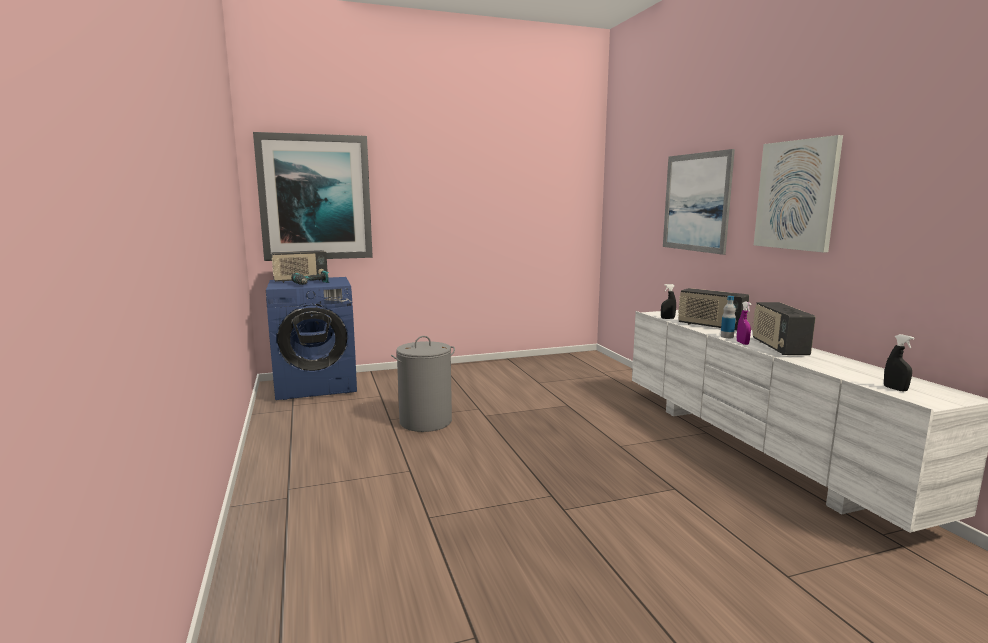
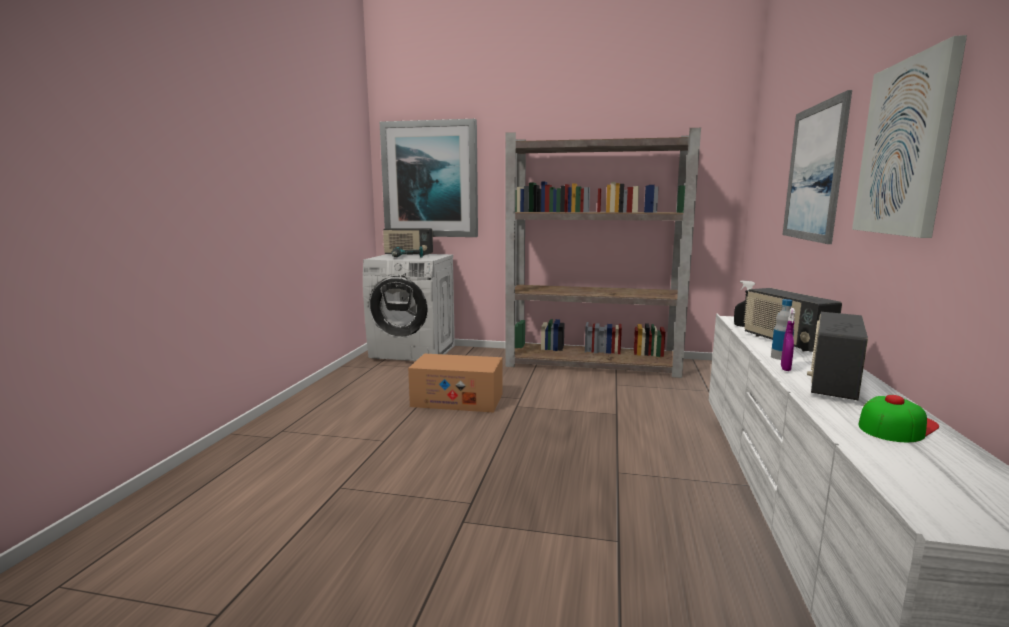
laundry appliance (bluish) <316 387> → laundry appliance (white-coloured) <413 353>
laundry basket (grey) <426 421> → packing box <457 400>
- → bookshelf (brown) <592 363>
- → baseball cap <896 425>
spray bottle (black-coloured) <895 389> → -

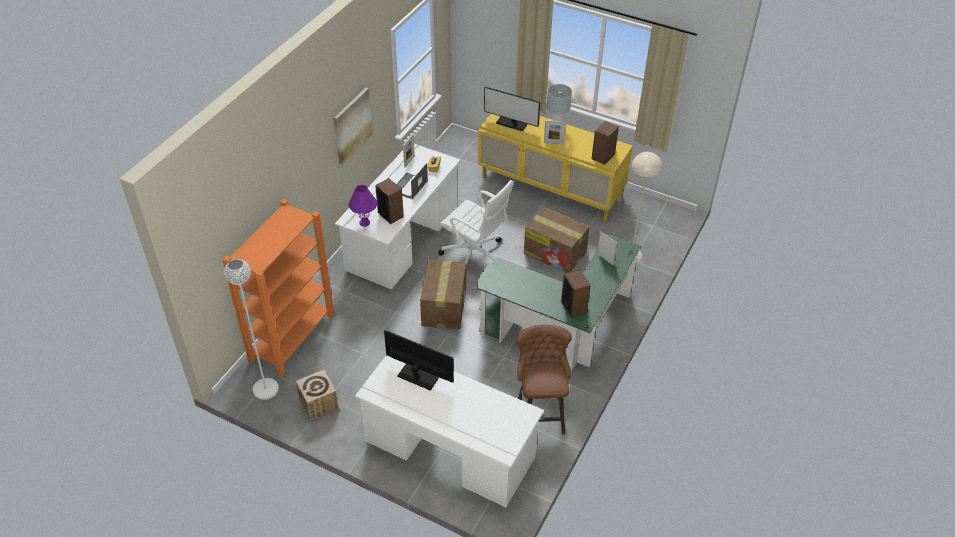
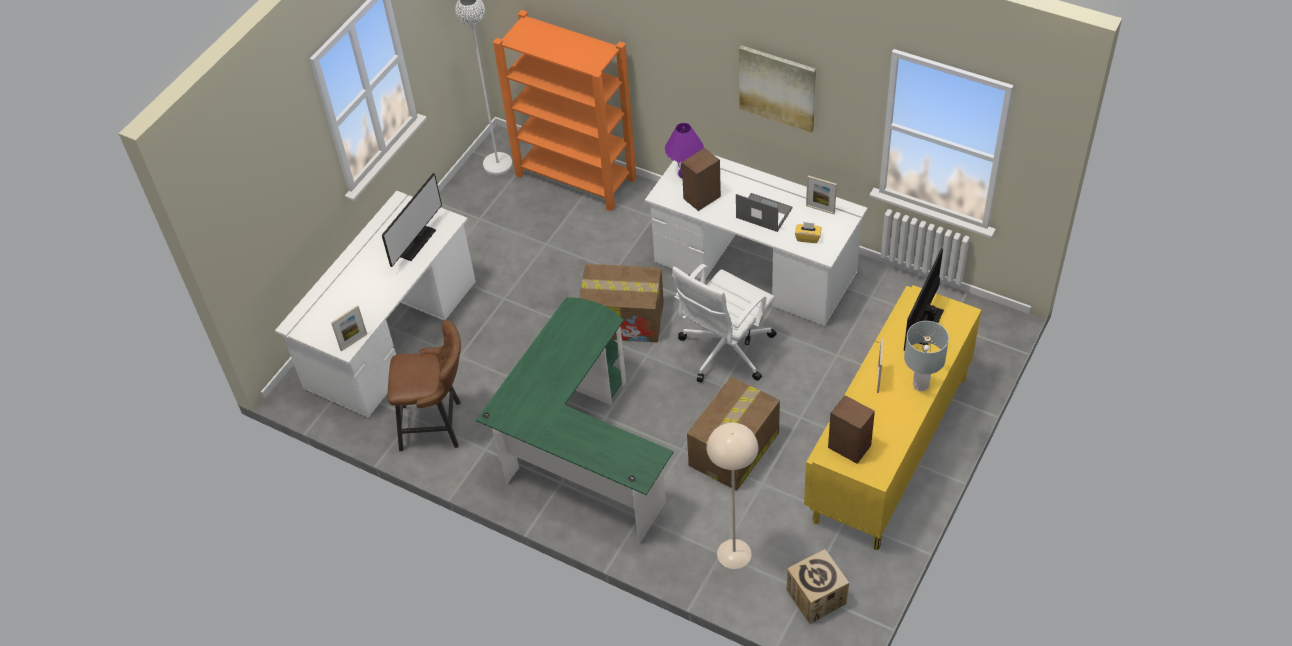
standing frame <605 259> → standing frame <353 342>, shifted
packing box <319 404> → packing box <816 597>, shifted
audio speaker <573 307> → -

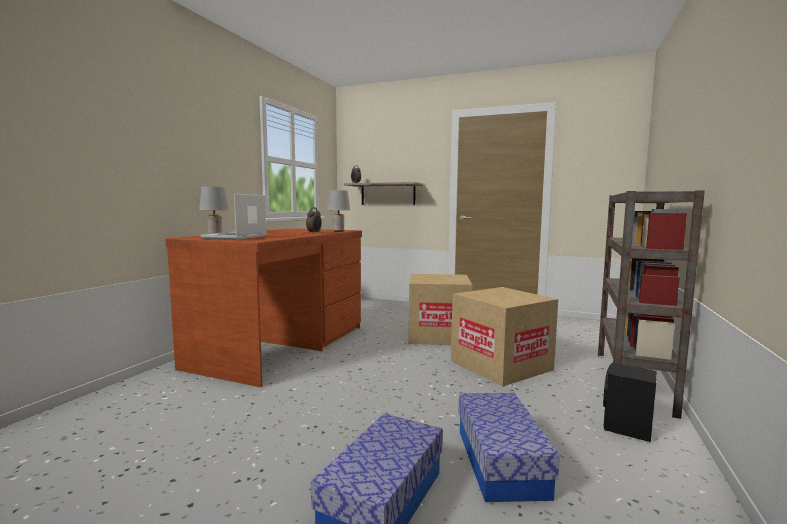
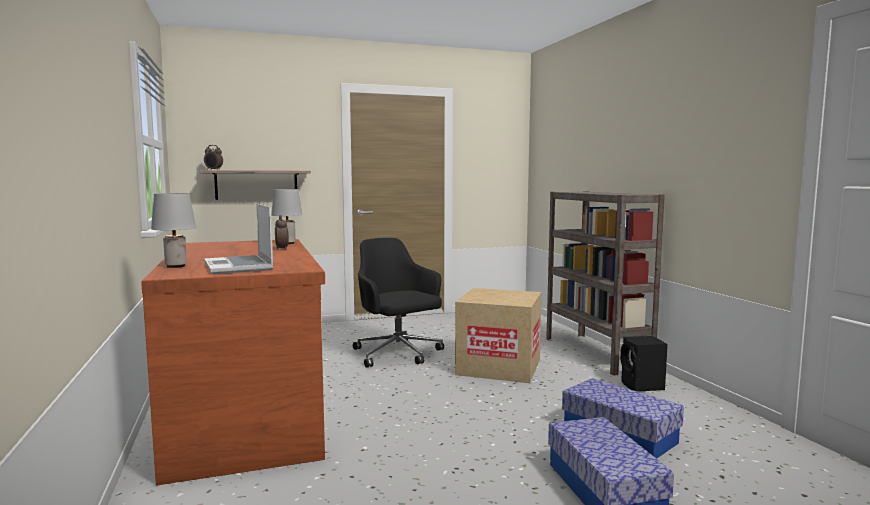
packing box <438 335> → desk chair (black-coloured) <398 354>

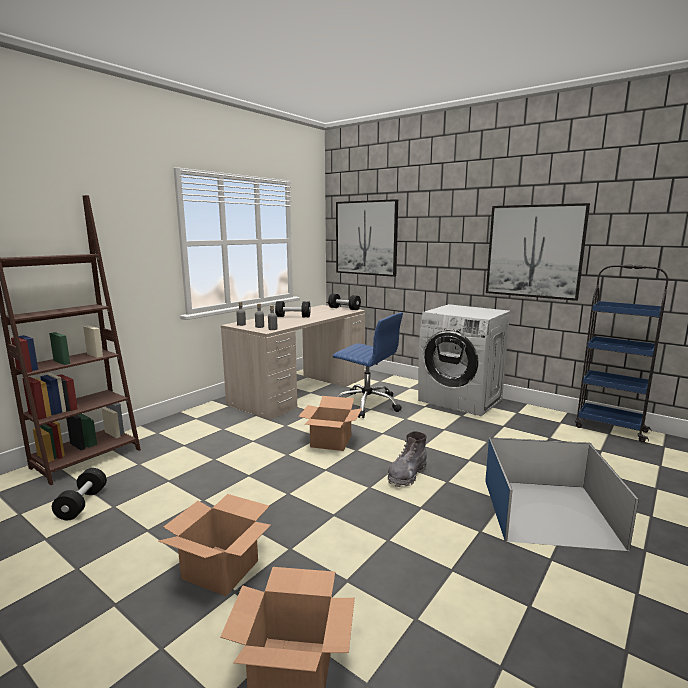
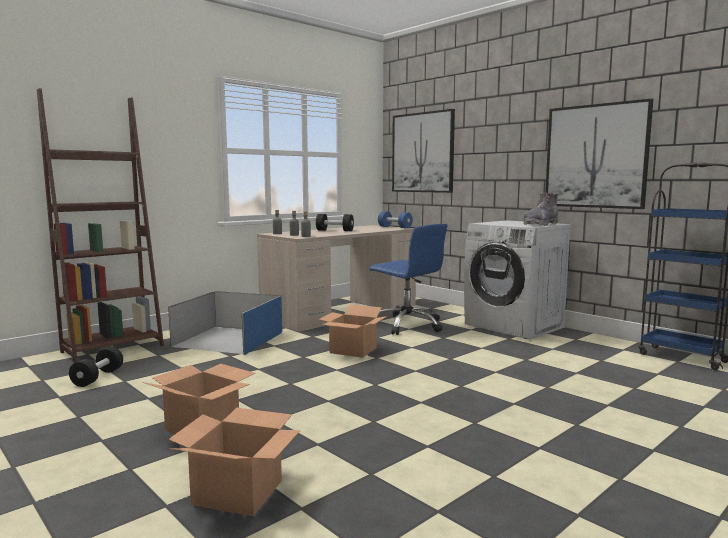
storage bin (bluish) <546 511> → storage bin (bluish) <227 339>, shifted
hand weight (black-coloured) <344 308> → hand weight (bluish) <395 227>
tall boot (grey) <407 475> → tall boot (grey) <540 225>, shifted

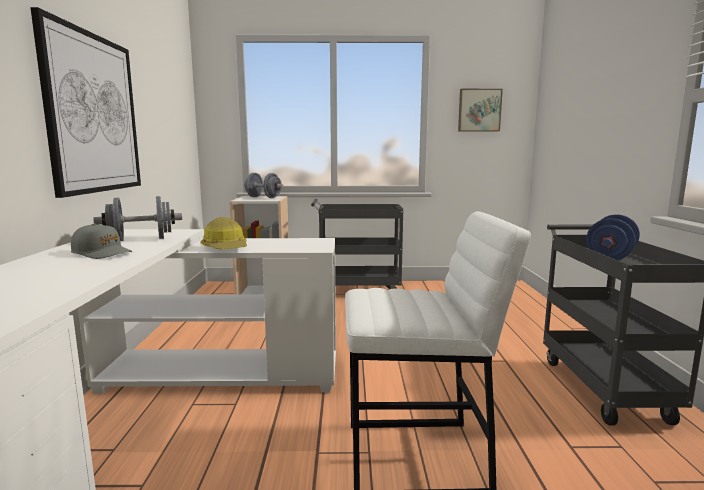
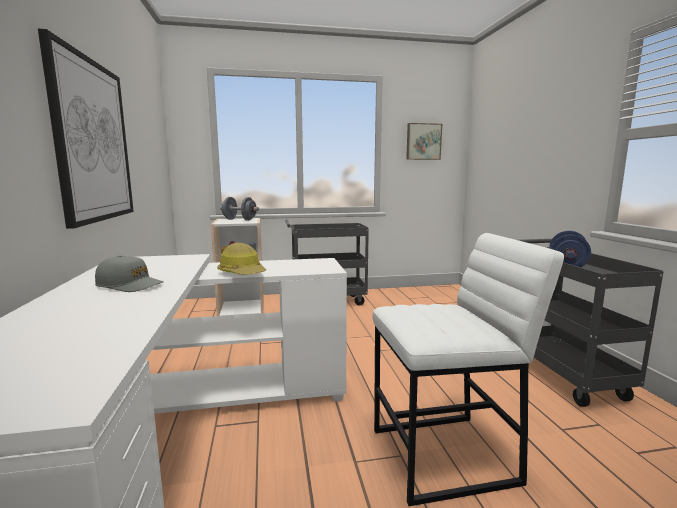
hand weight (grey) <141 239> → -

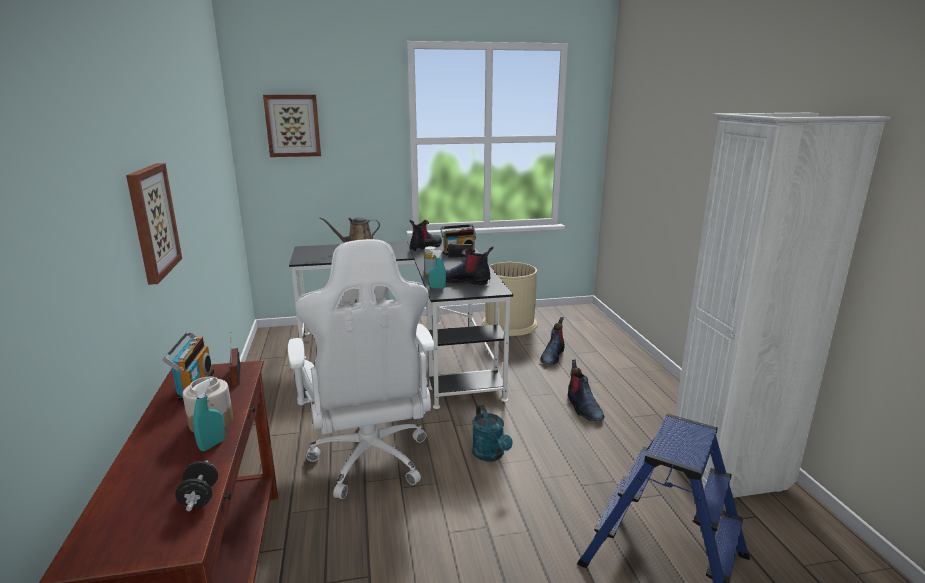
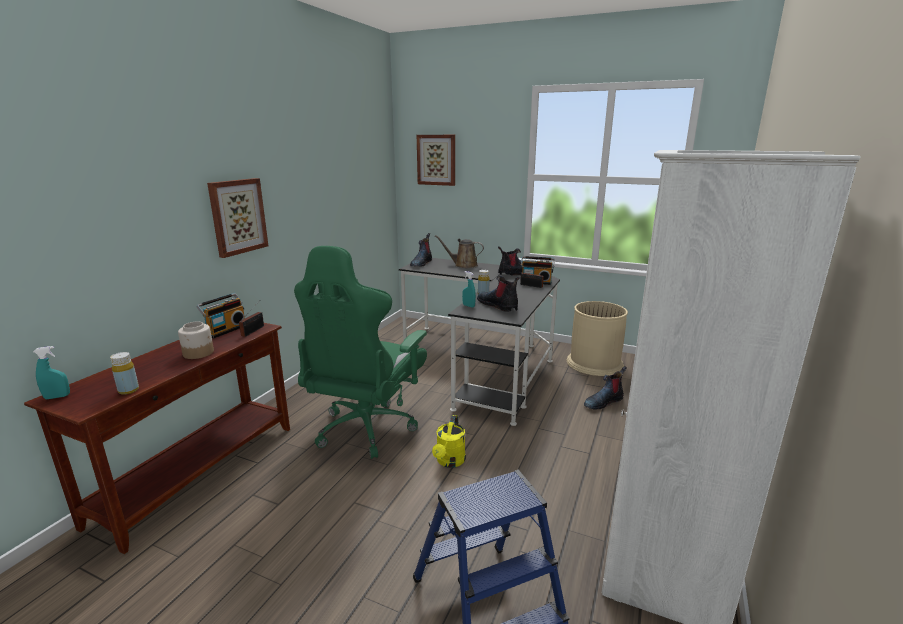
spray bottle (blue-green) <212 445> → spray bottle (blue-green) <57 397>, shifted
hand weight (black-coloured) <200 498> → beverage bottle (yellowish) <128 390>
desk chair (white-coloured) <368 455> → desk chair (greenish) <368 426>
tall boot <583 407> → tall boot <421 263>, shifted
sprinkling can (blue-green) <490 455> → sprinkling can (yellowish) <449 462>

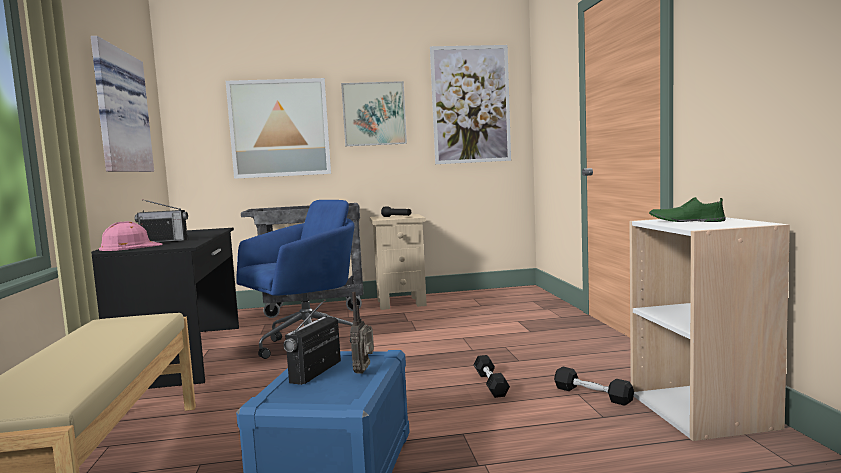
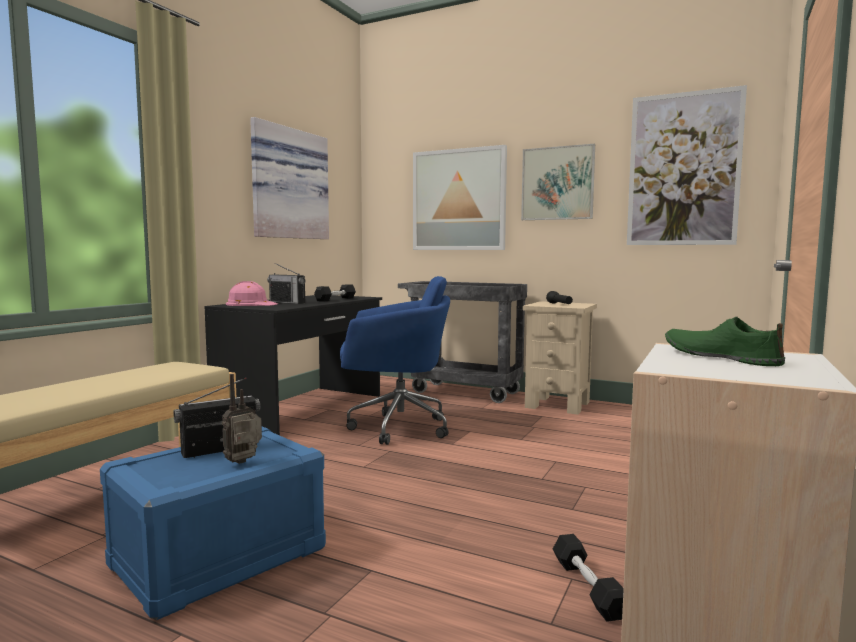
hand weight (black-coloured) <490 384> → hand weight (black-coloured) <335 299>, shifted

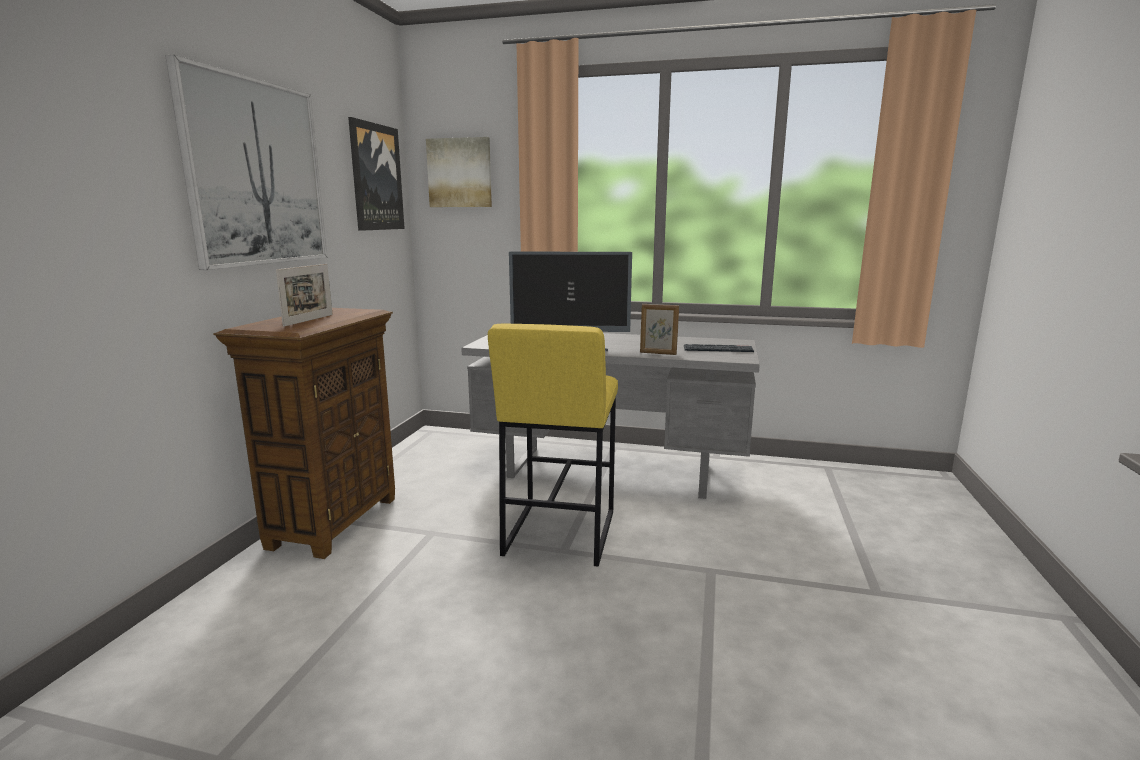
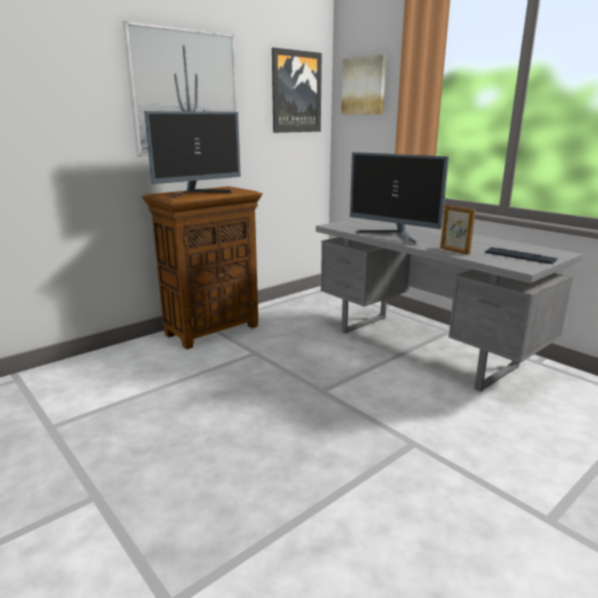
standing frame <309 320> → computer display <197 193>
stool seat (yellowish) <559 534> → -

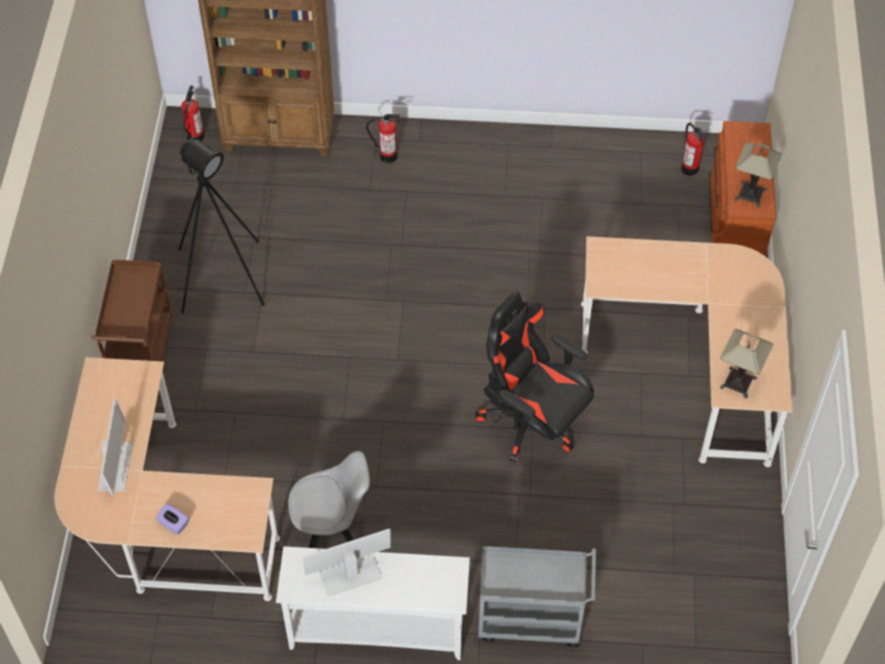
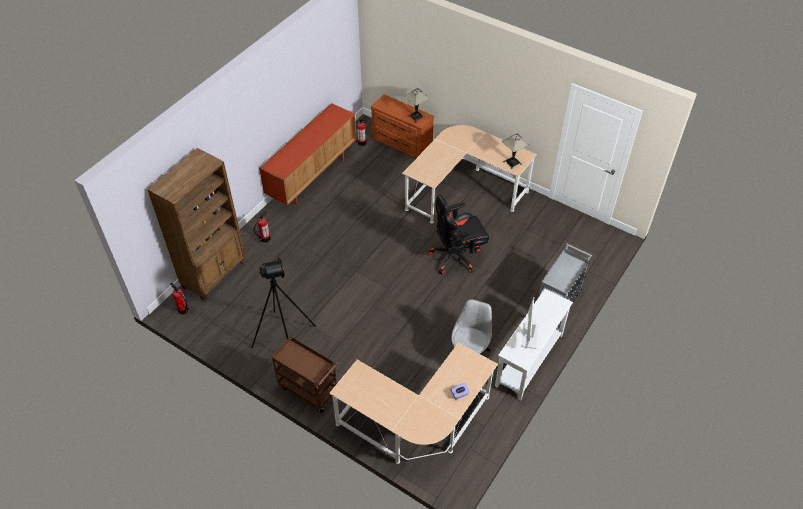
- → cabinet <313 178>
computer display <115 467> → -

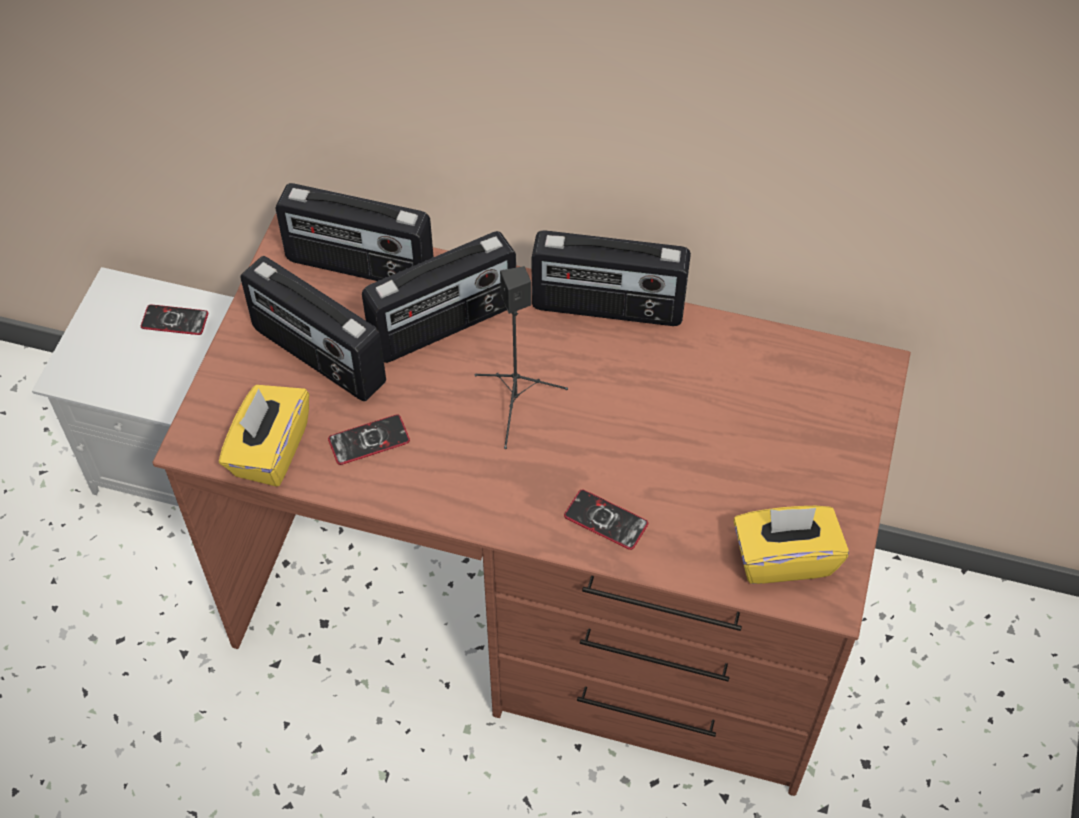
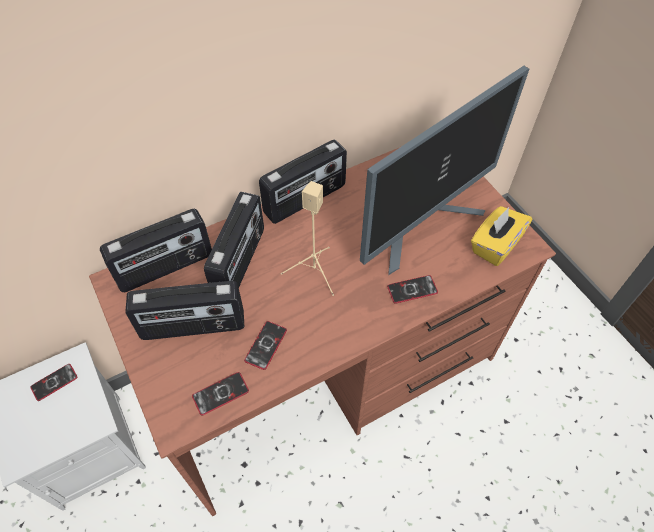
tissue holder (yellowish) <269 451> → phone <220 394>
audio speaker (black-coloured) <516 404> → audio speaker (sand-coloured) <315 272>
- → computer display <422 224>

